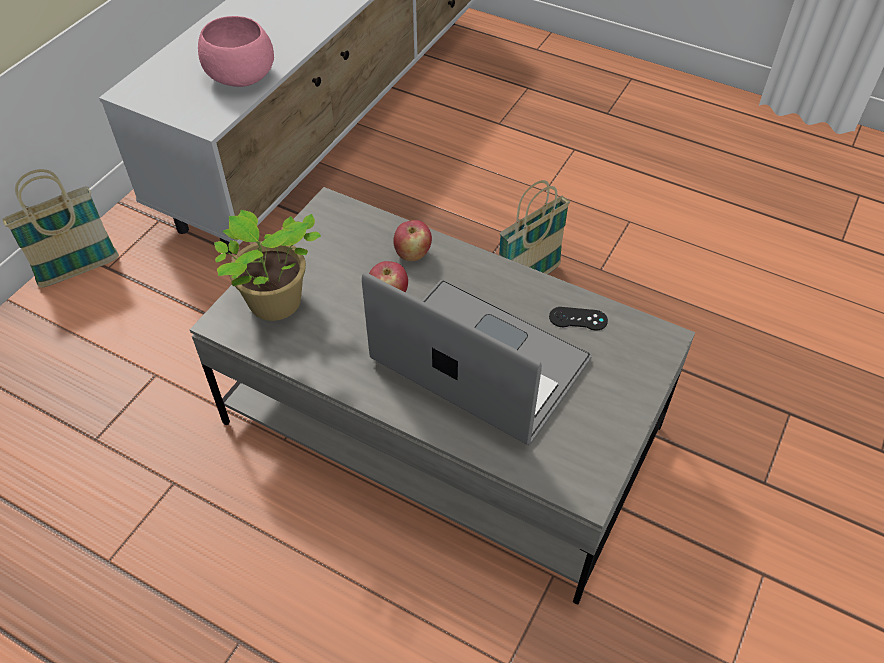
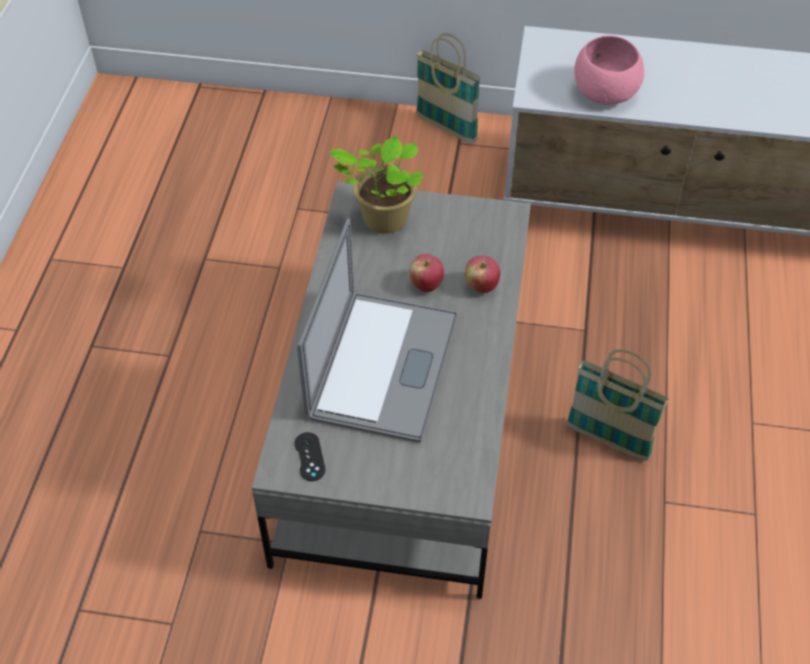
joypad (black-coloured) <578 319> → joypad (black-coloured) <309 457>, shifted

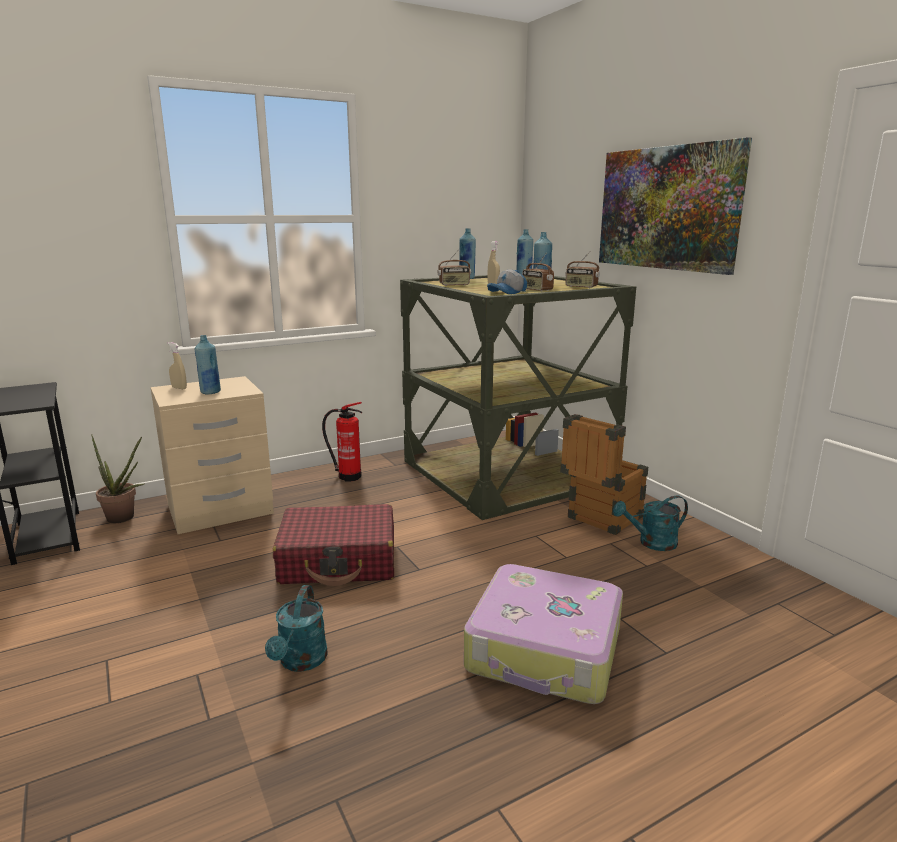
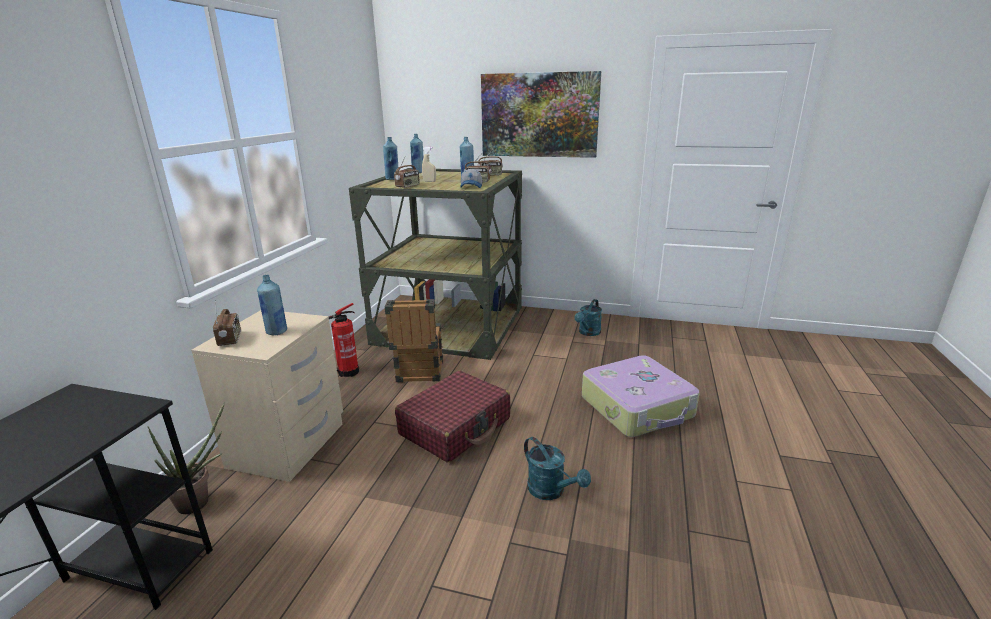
spray bottle (sand-coloured) <179 388> → radio receiver <230 339>
shipping crate <599 520> → shipping crate <418 375>, shifted

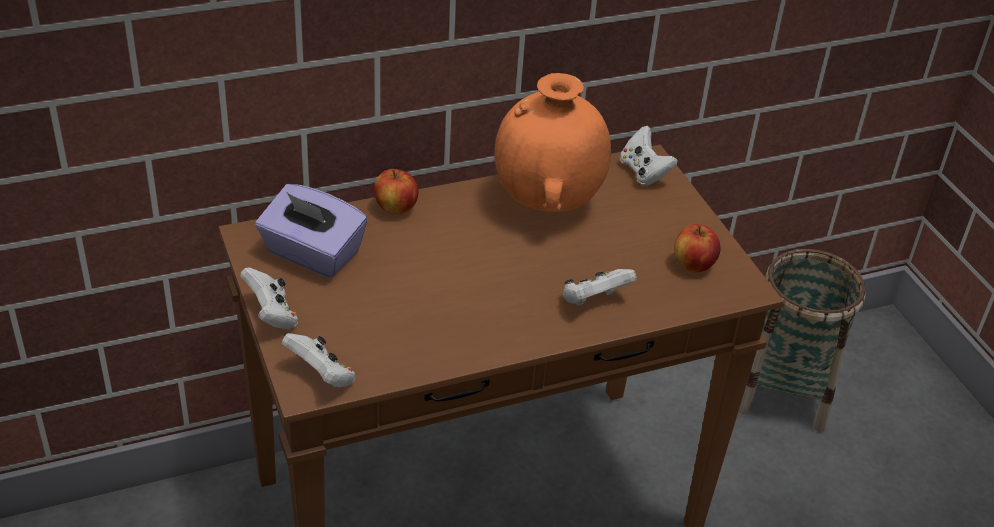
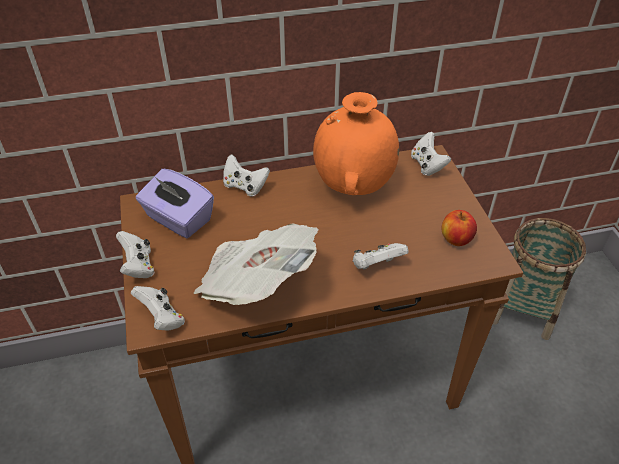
- → printed paper <256 283>
apple fruit <396 208> → joypad (white-coloured) <245 186>

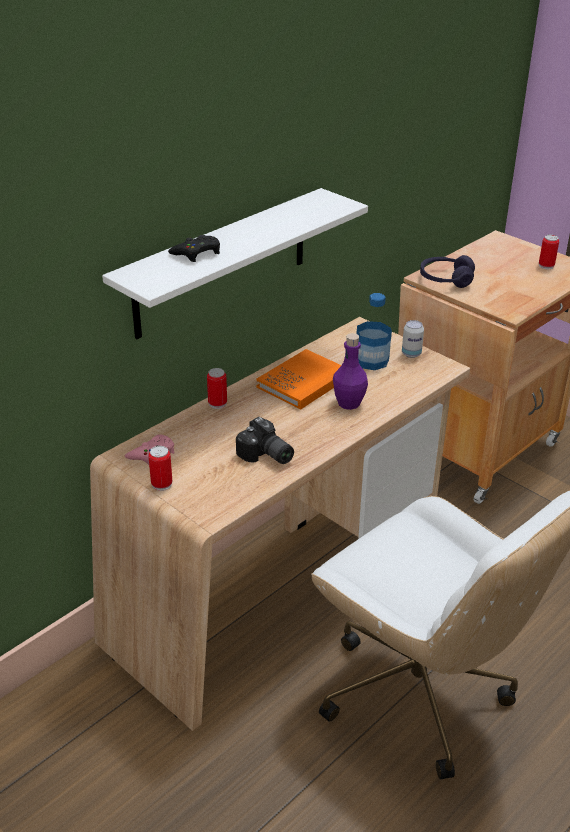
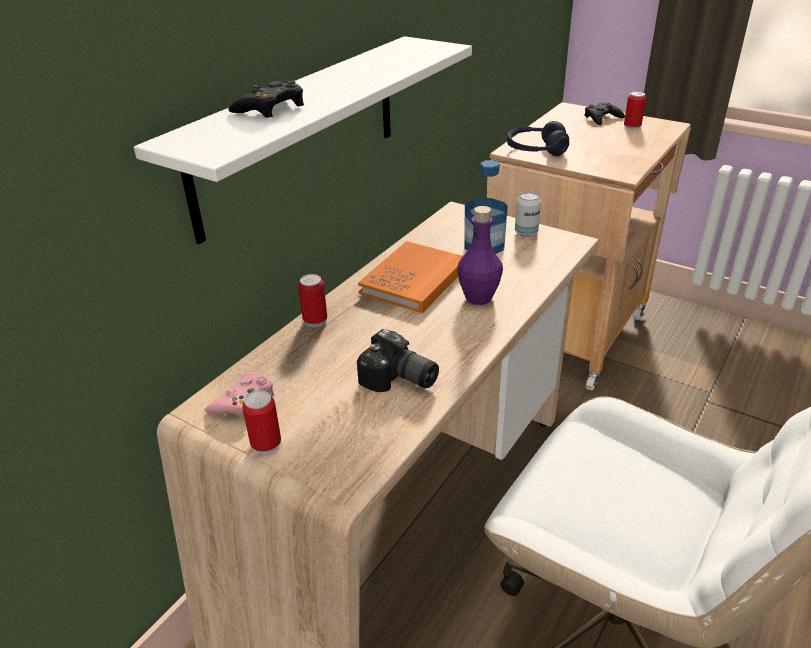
- → joypad (black-coloured) <602 118>

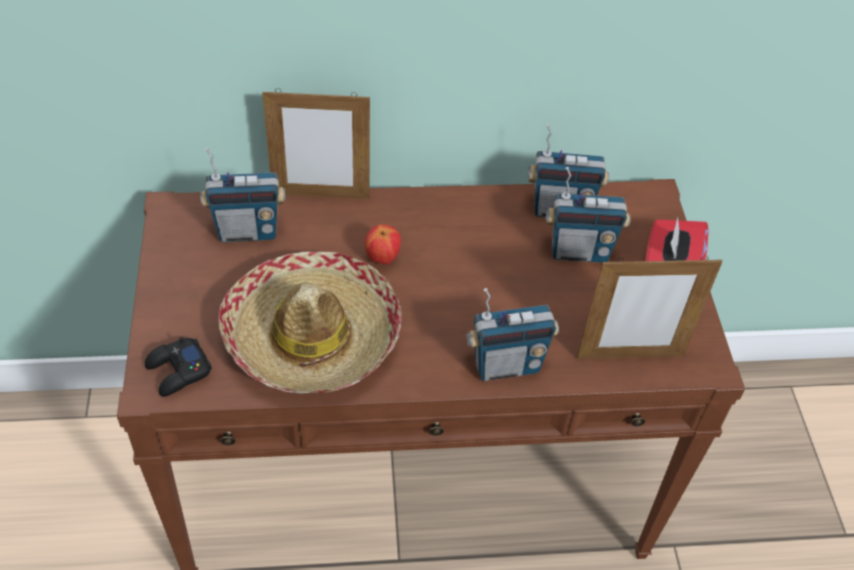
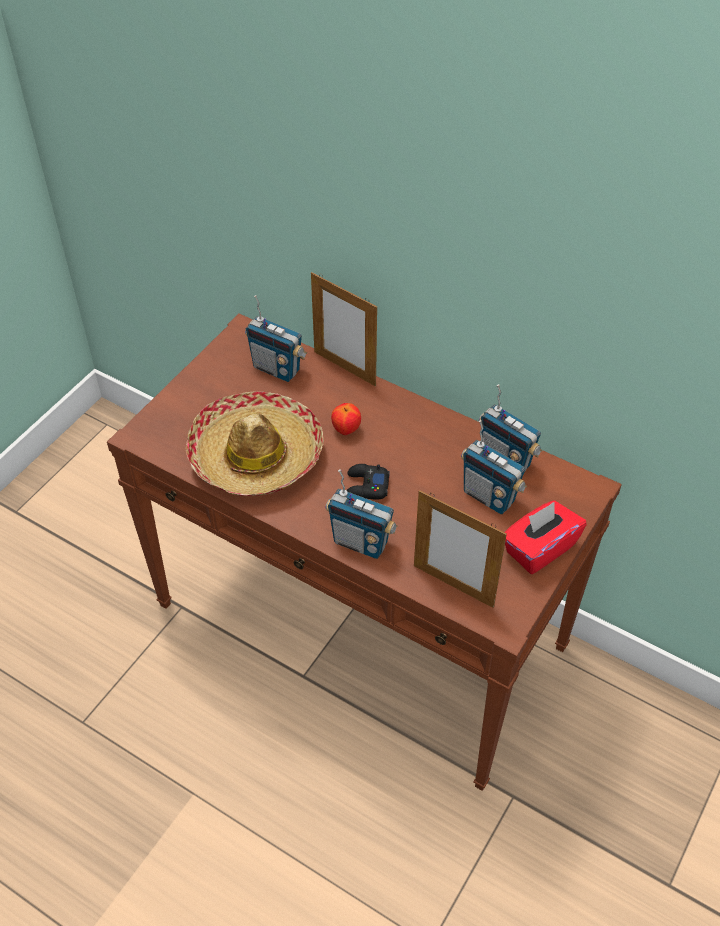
joypad (black-coloured) <178 371> → joypad (black-coloured) <366 487>, shifted

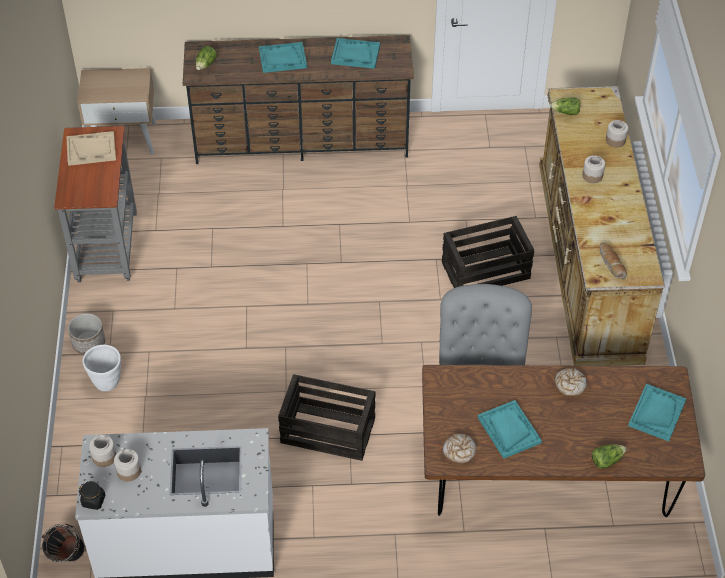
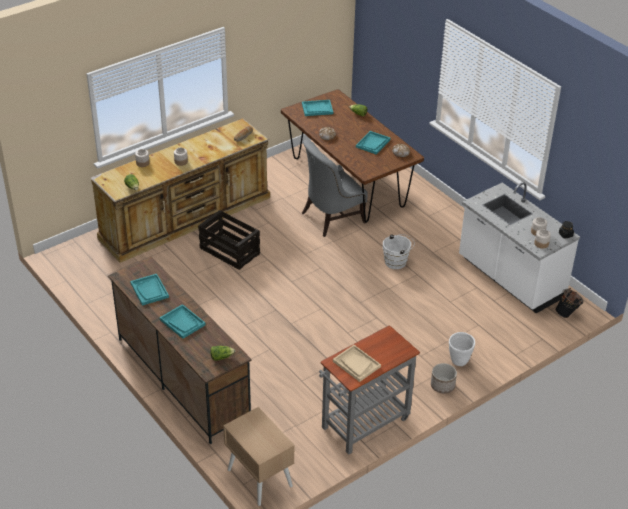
shipping crate <327 431> → pail (white-coloured) <397 262>

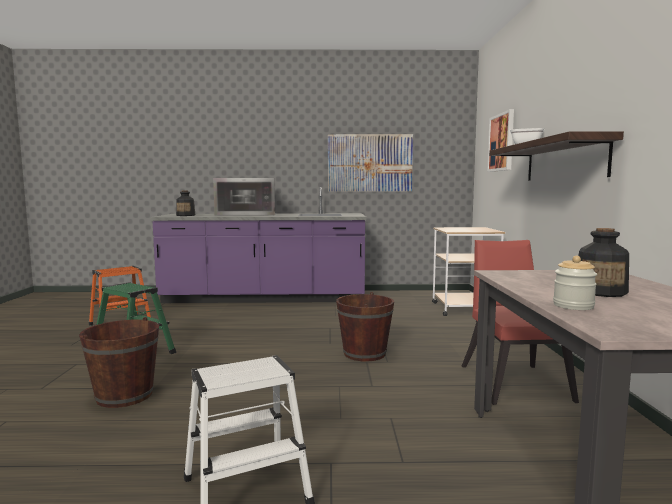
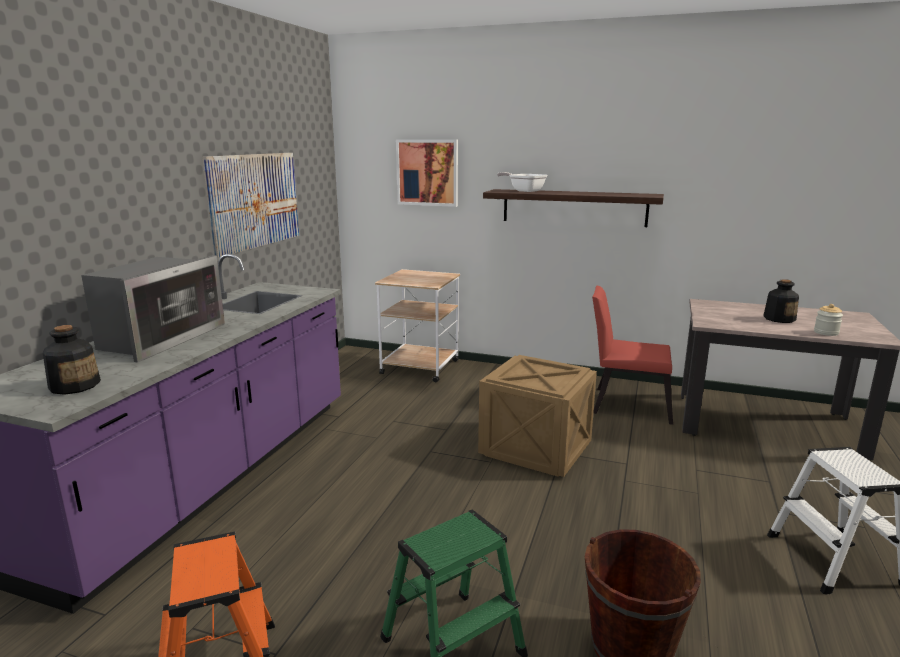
pail (brown) <364 353> → shipping crate <537 449>

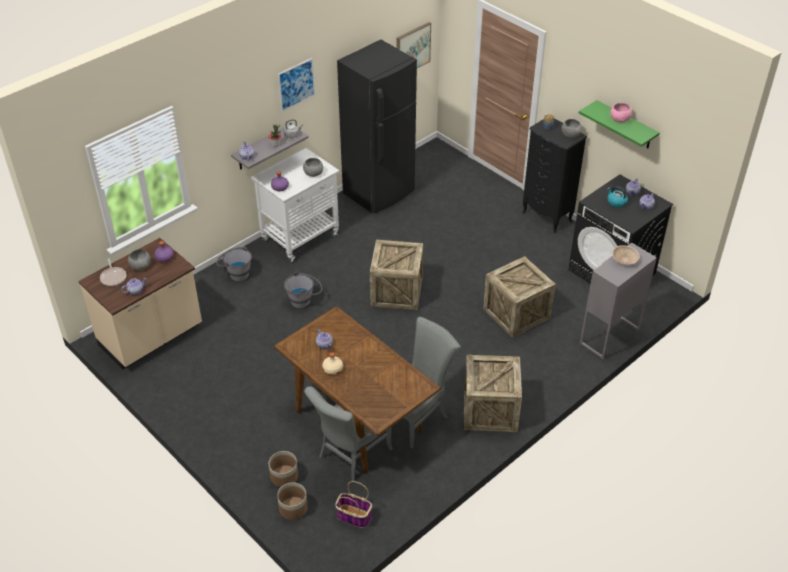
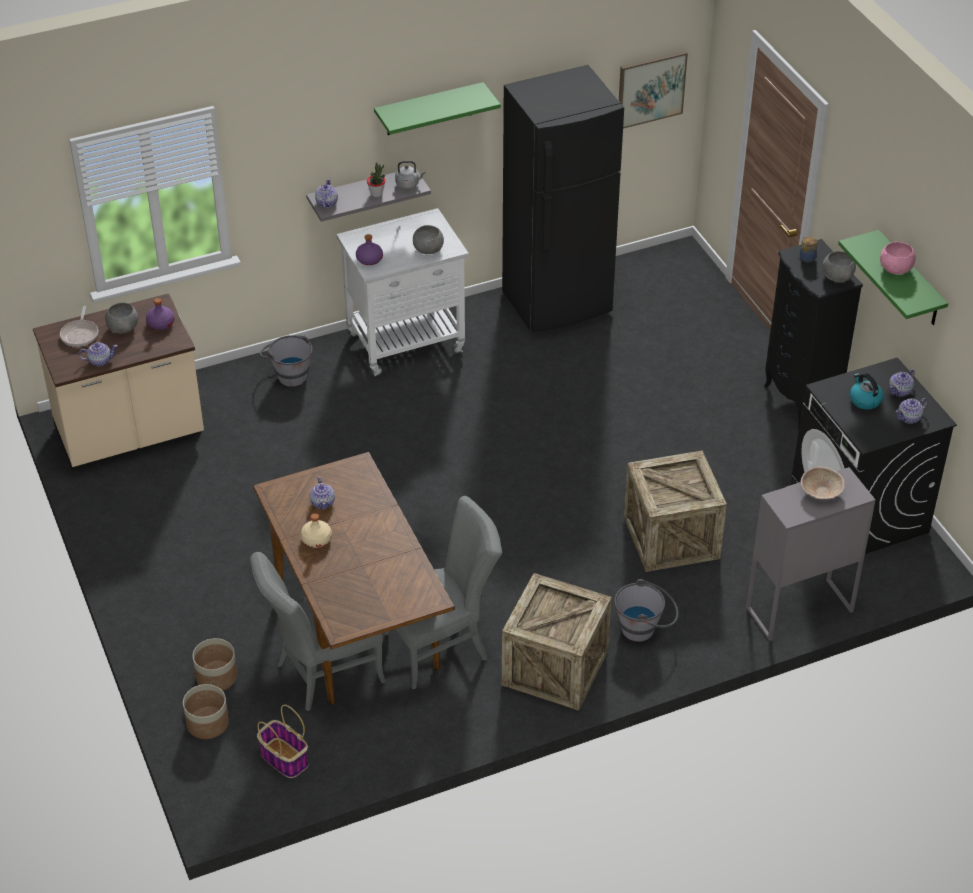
wall art <296 84> → shelf (greenish) <429 109>
pail (grey) <304 300> → pail (grey) <645 629>, shifted
shipping crate <396 291> → -

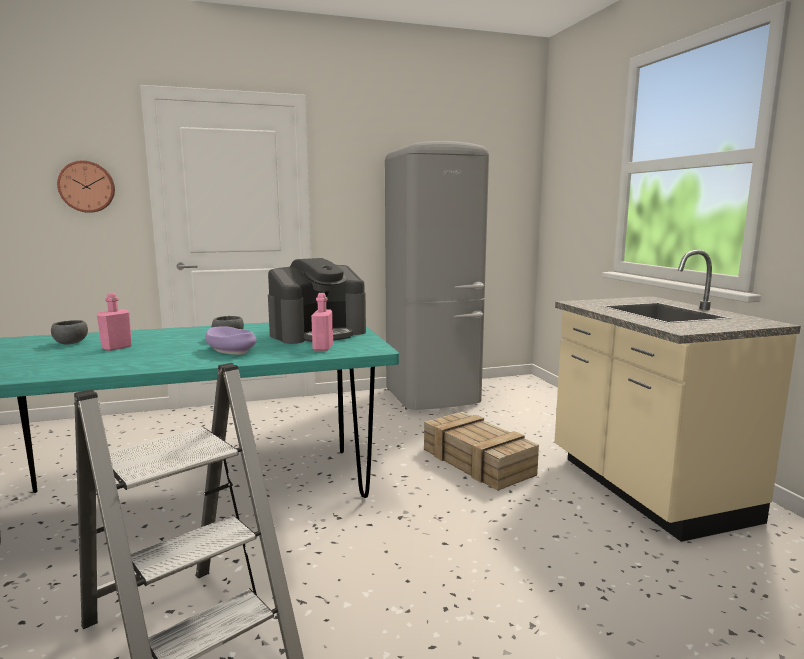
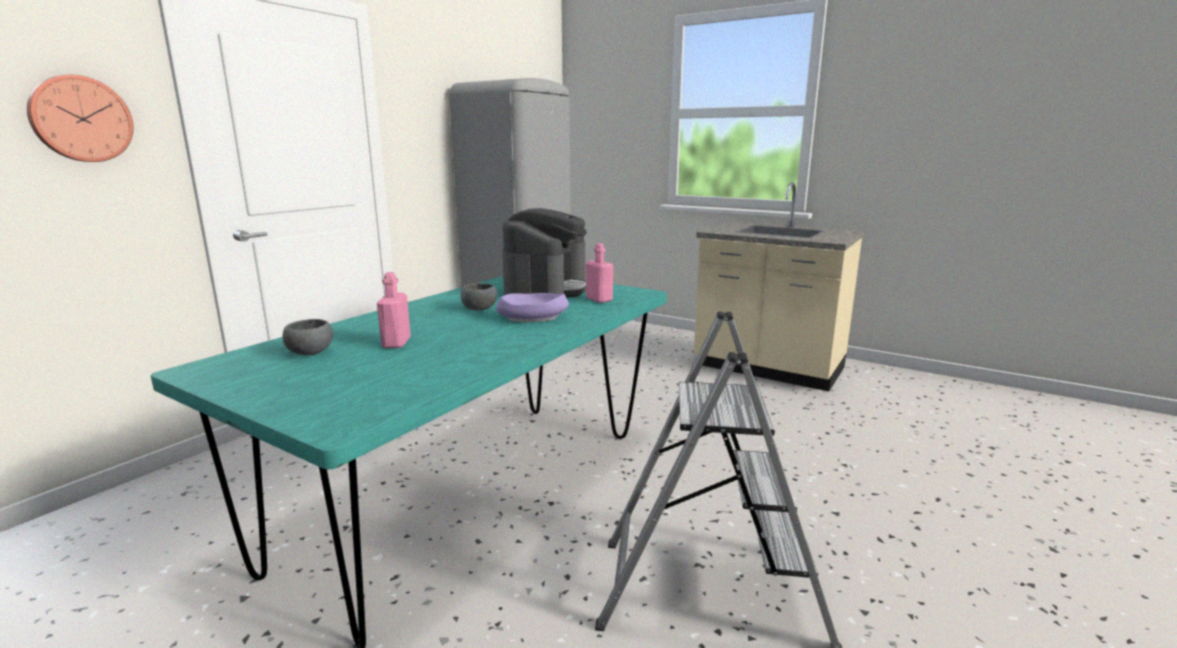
shipping crate <479 462> → -

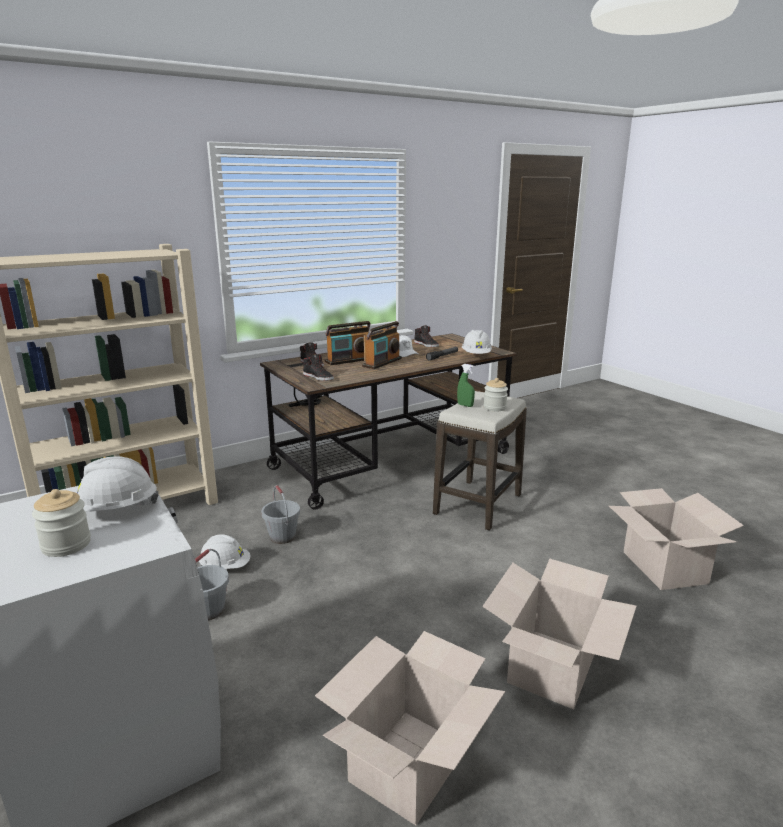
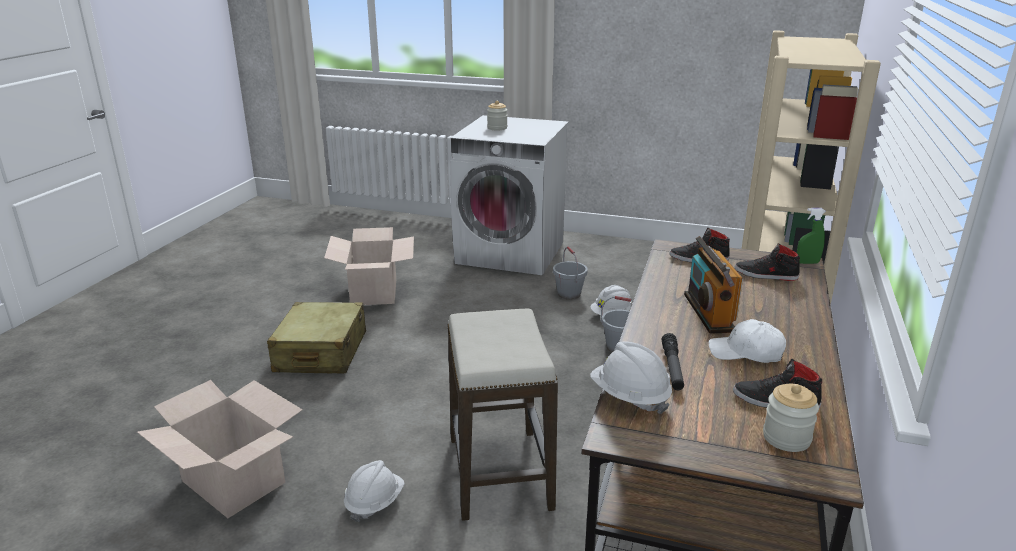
packing box <551 667> → piece of luggage (sand-coloured) <321 352>
safety helmet (white-coloured) <115 510> → safety helmet (white-coloured) <374 502>, shifted
preserve jar <494 408> → preserve jar <786 438>, shifted
spray bottle (greenish) <465 405> → spray bottle (greenish) <807 262>, shifted
radio receiver <348 360> → -

